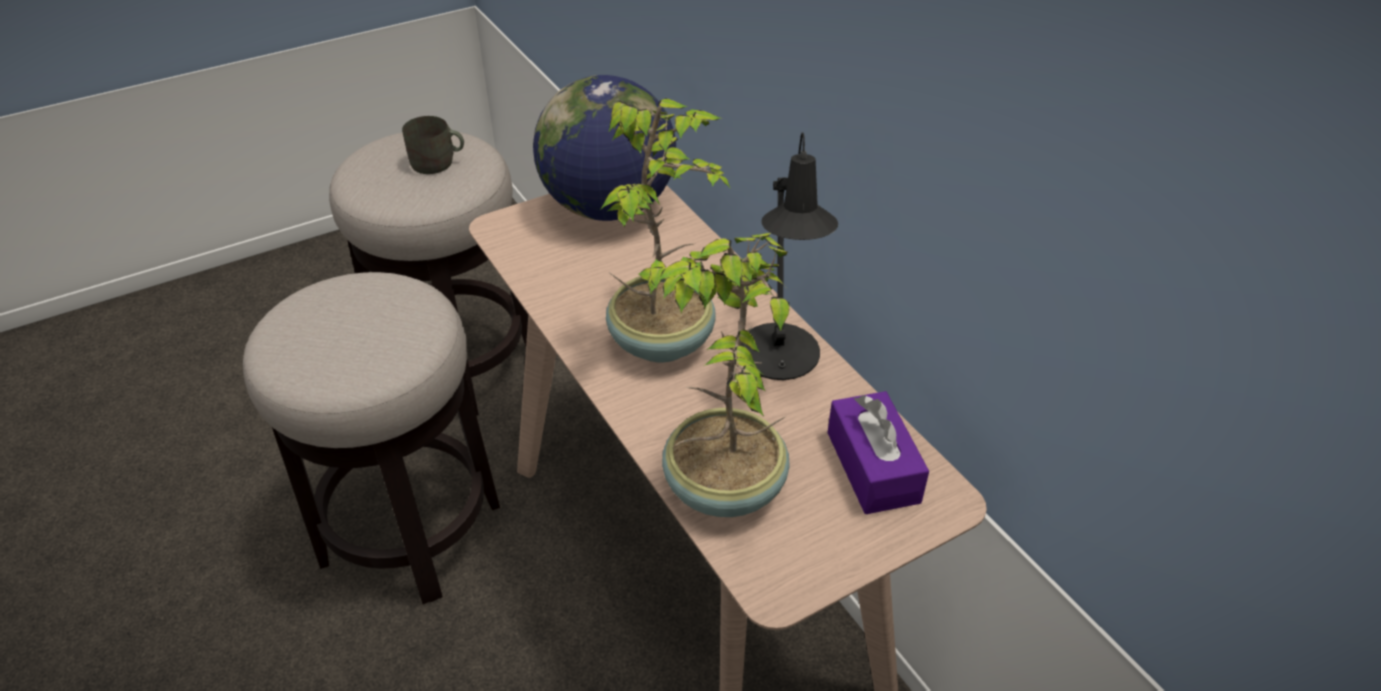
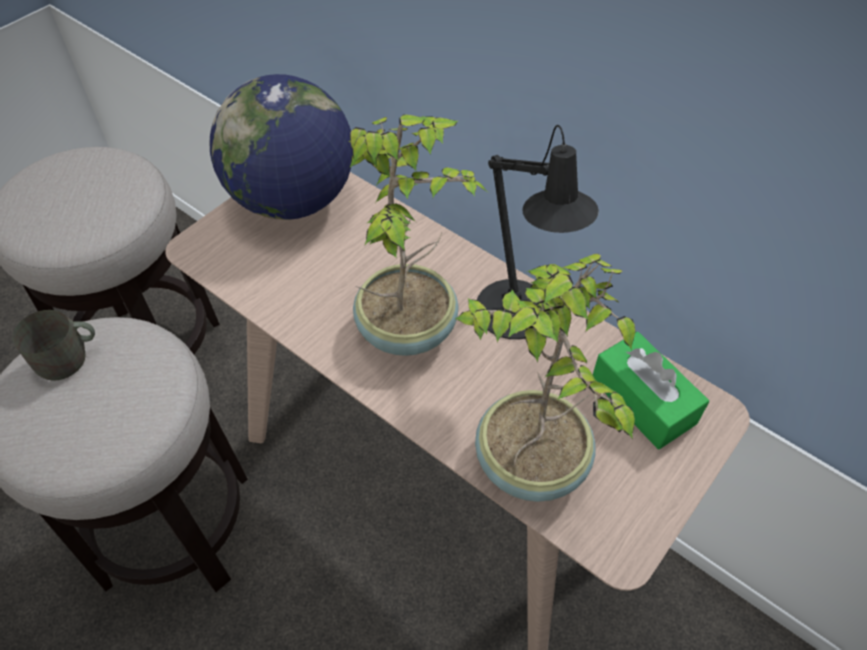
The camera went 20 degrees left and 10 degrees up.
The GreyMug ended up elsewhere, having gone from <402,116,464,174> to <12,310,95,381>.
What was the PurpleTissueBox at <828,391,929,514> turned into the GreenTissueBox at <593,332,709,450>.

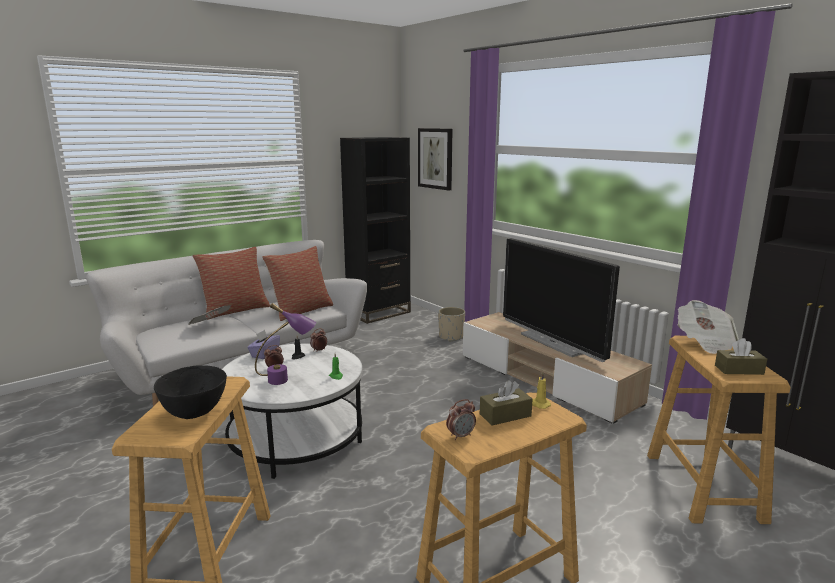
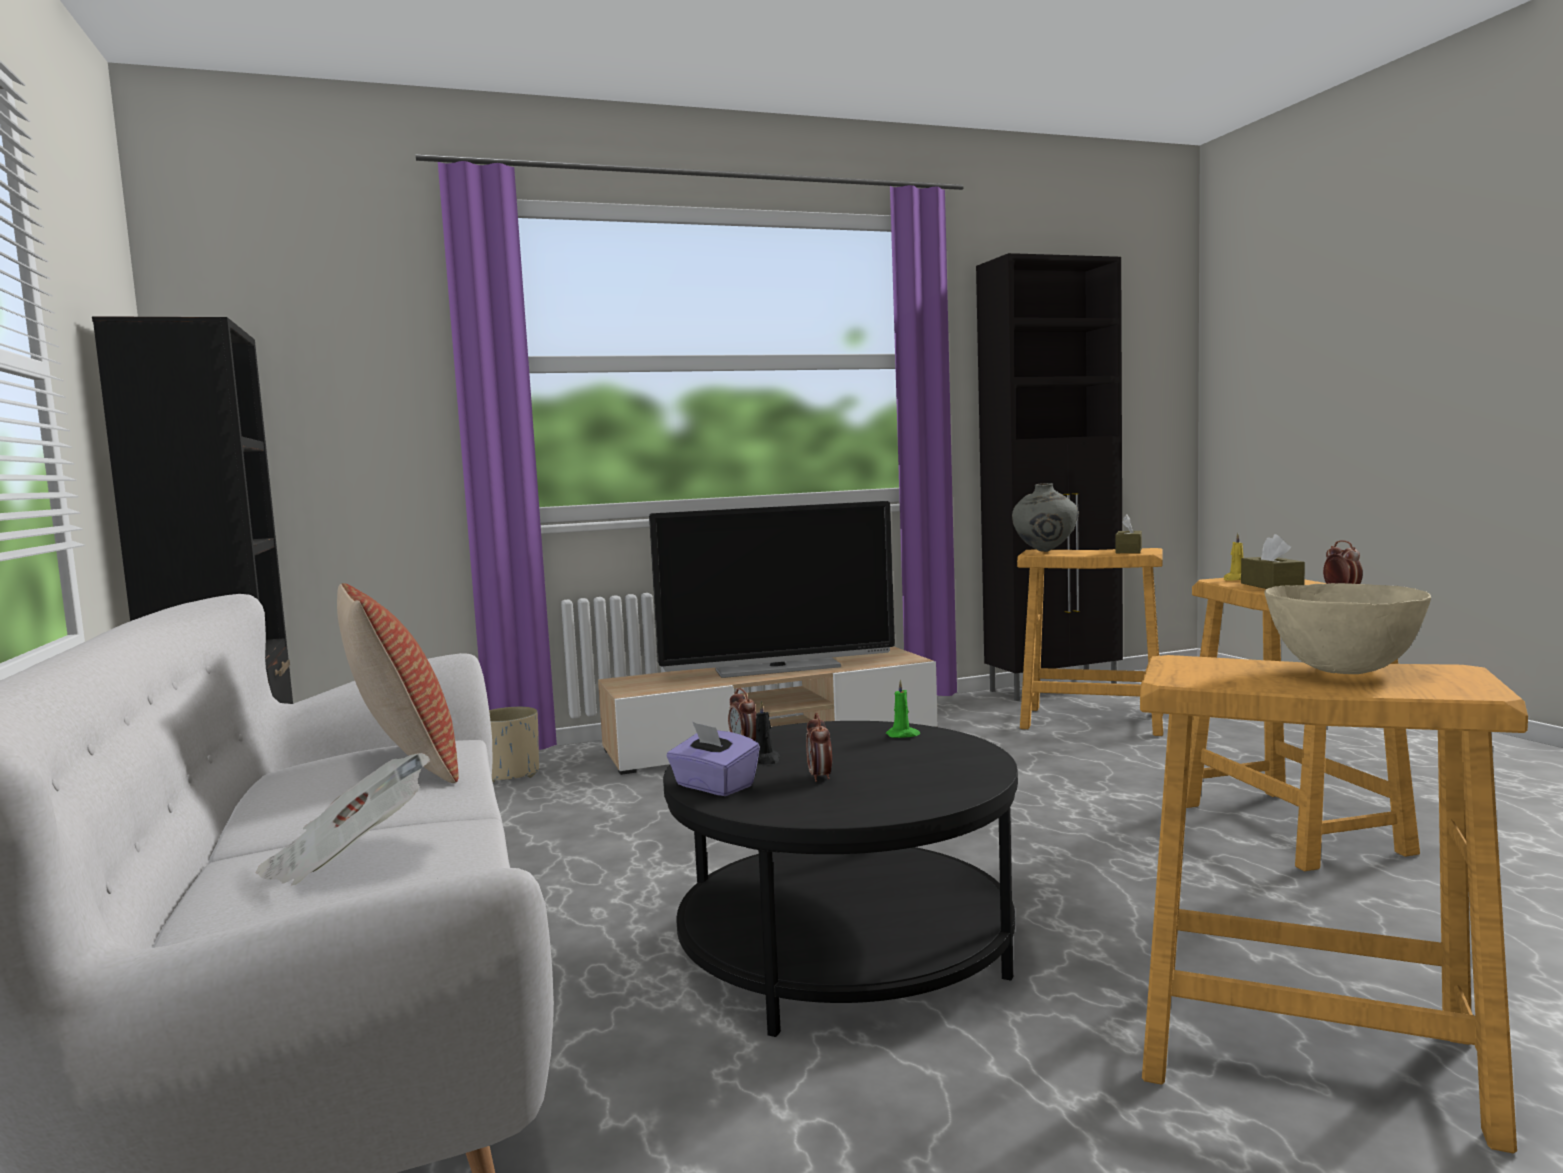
The camera went 70 degrees left and 10 degrees down.
The second view lost the Picture at <418,128,453,191>.
The second view lost the Pillow at <193,247,270,320>.
Where the Newspaper stood at <678,300,739,354>, the GreyVase came to stand at <1012,483,1079,552>.
The second view lost the PurpleTableLamp at <255,303,316,385>.
What was the WhiteCoffeeTable at <222,343,362,479> turned into the BlackCoffeeTable at <663,721,1018,1037>.
What was the BlackBowl at <154,365,227,419> turned into the BeigeBowl at <1264,583,1431,674>.

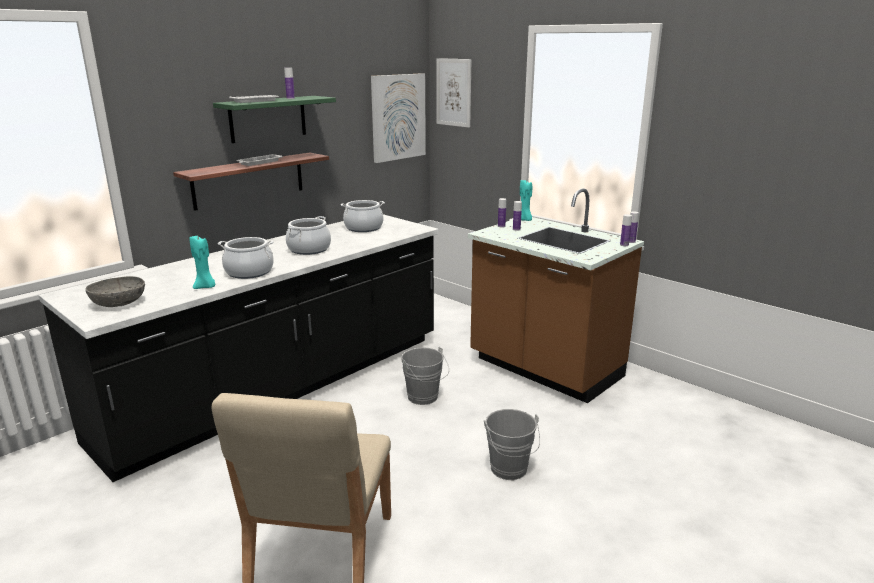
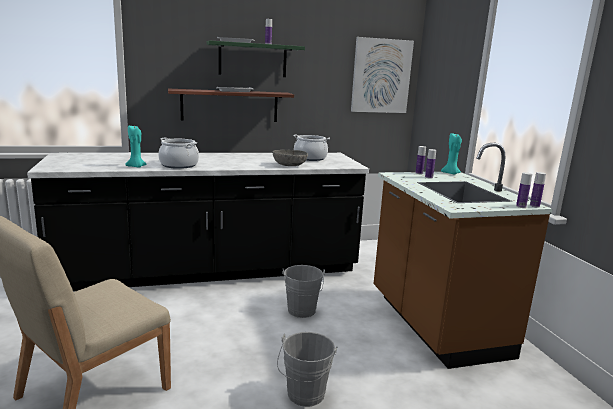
The camera went 30 degrees right and 5 degrees down.
The second view lost the Picture at <437,58,471,128>.
The second view lost the CookingPot at <286,216,331,255>.
The GreyBowl ended up elsewhere, having gone from <85,276,145,307> to <273,150,308,166>.

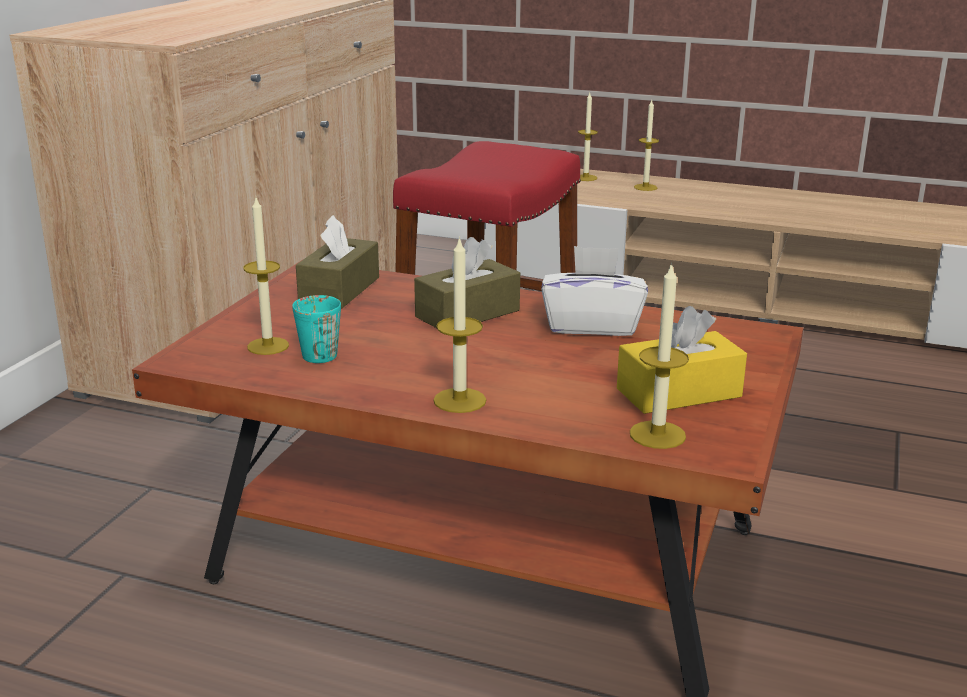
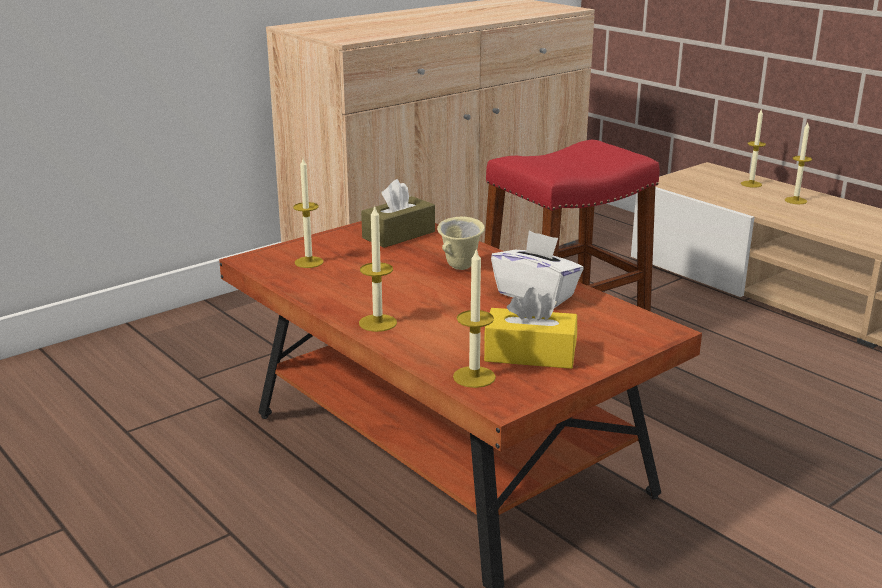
The camera went 30 degrees right and 0 degrees up.
Where the BrownTissueBox stood at <414,237,520,328>, the BeigeMug came to stand at <437,217,485,270>.
The second view lost the TurquoiseMug at <292,295,341,363>.

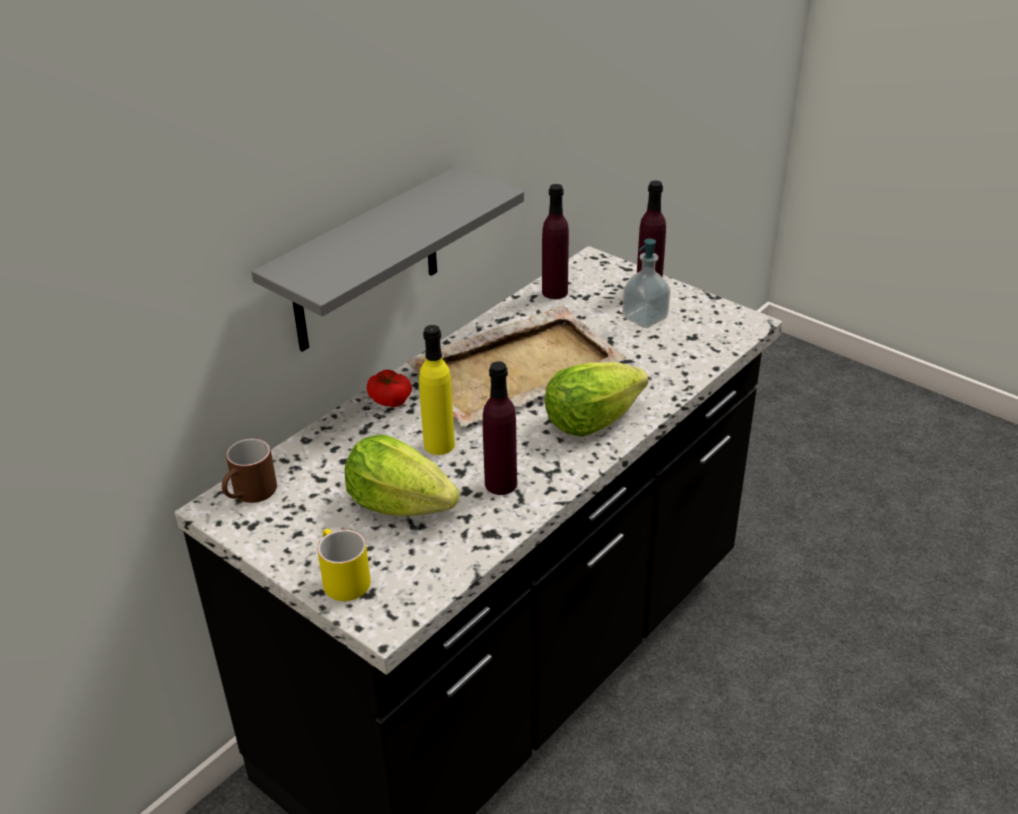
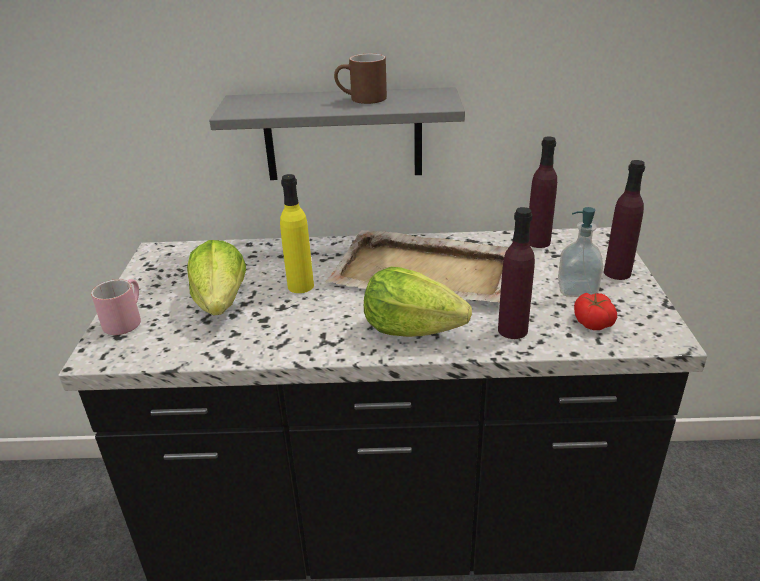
The camera went 50 degrees right and 5 degrees down.
The PurpleBottle ended up elsewhere, having gone from <483,361,517,495> to <498,207,535,339>.
The Tomato ended up elsewhere, having gone from <367,370,412,407> to <574,293,617,330>.
The BrownMug ended up elsewhere, having gone from <222,438,277,503> to <334,54,387,104>.
What was the YellowMug at <317,529,371,601> turned into the PinkMug at <91,279,141,335>.

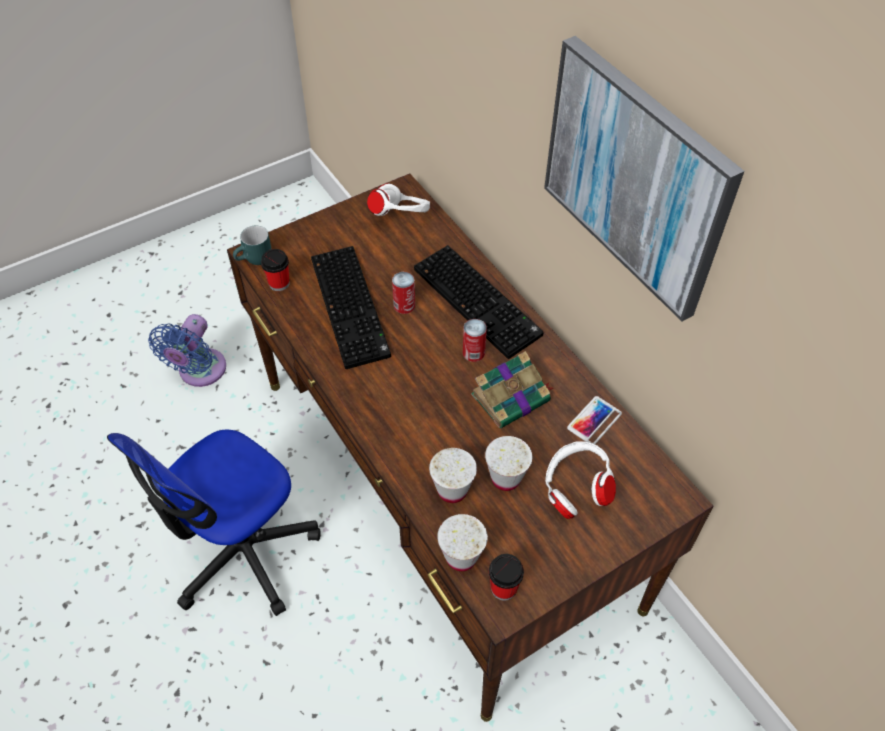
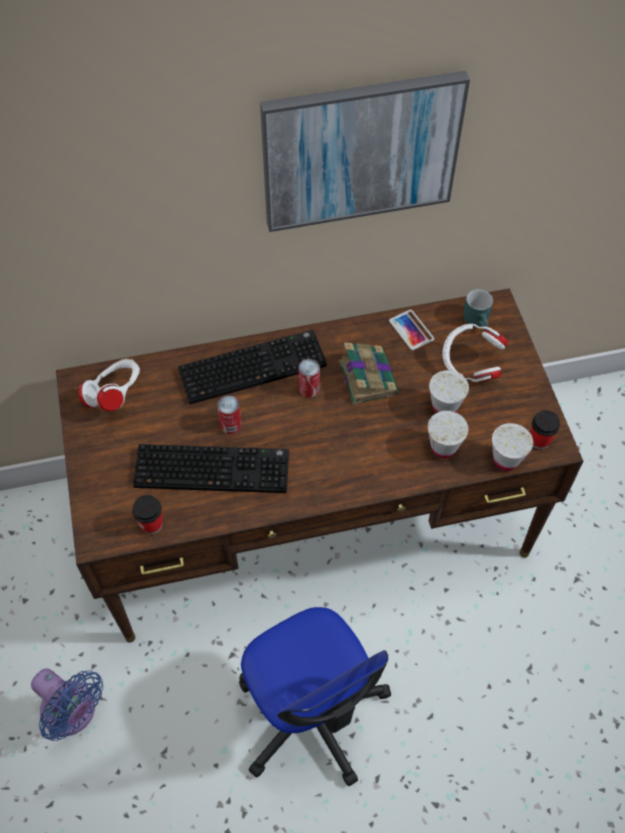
The camera went 70 degrees left and 5 degrees up.
The TurquoiseMug ended up elsewhere, having gone from <233,226,271,265> to <463,289,493,330>.

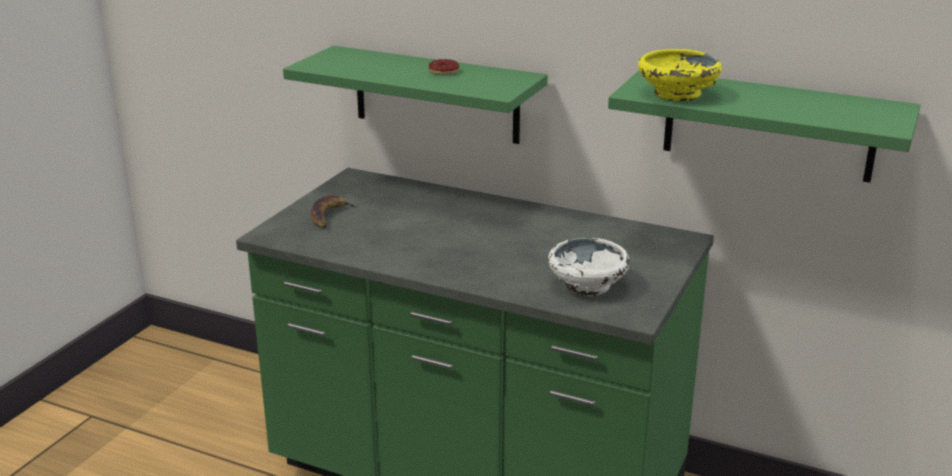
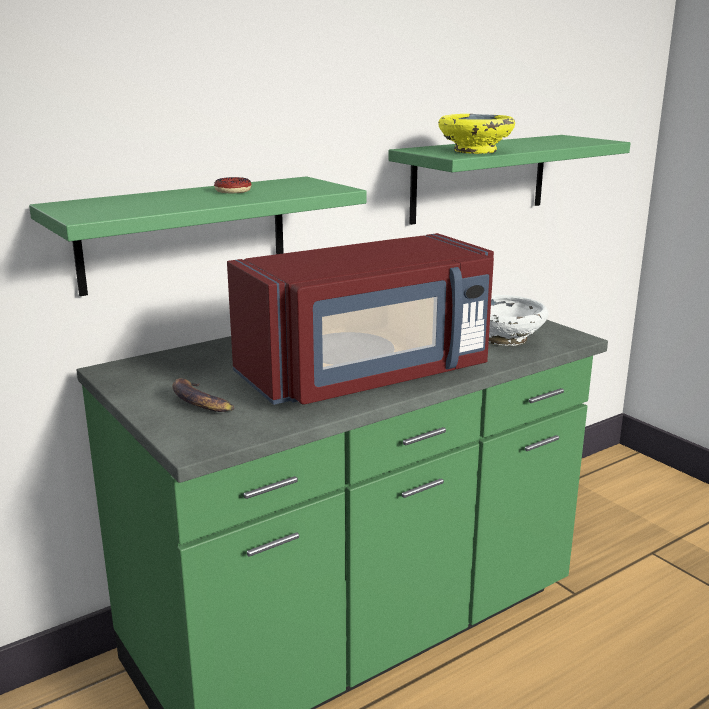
The camera went 60 degrees left and 5 degrees down.
The second view gained the RedMicrowave at <227,233,494,405>.

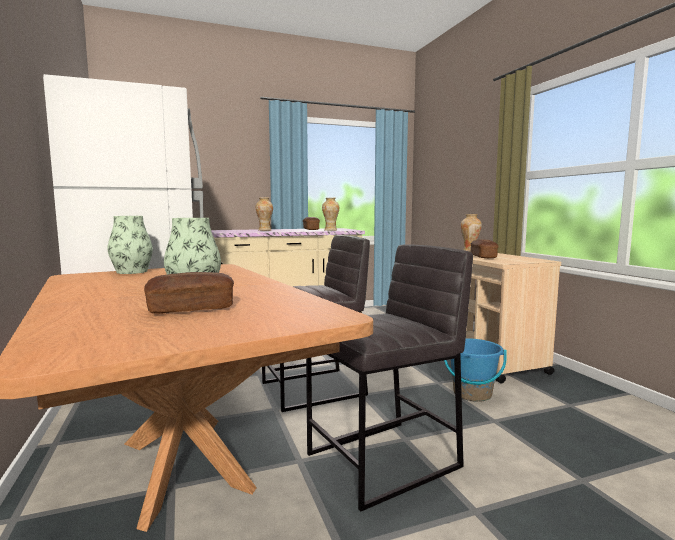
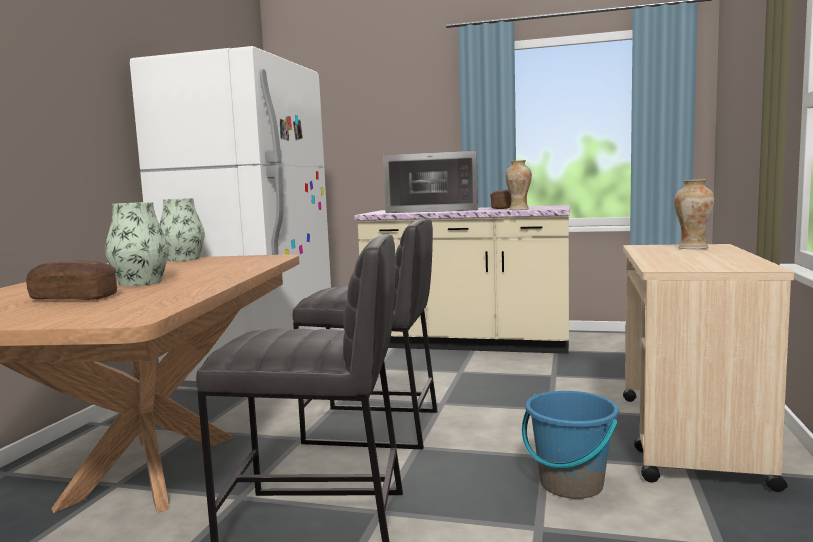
The camera went 35 degrees right and 0 degrees up.
Where the Vase stood at <256,198,273,231>, the Microwave came to stand at <383,151,478,213>.
The second view lost the Bread at <471,239,498,258>.

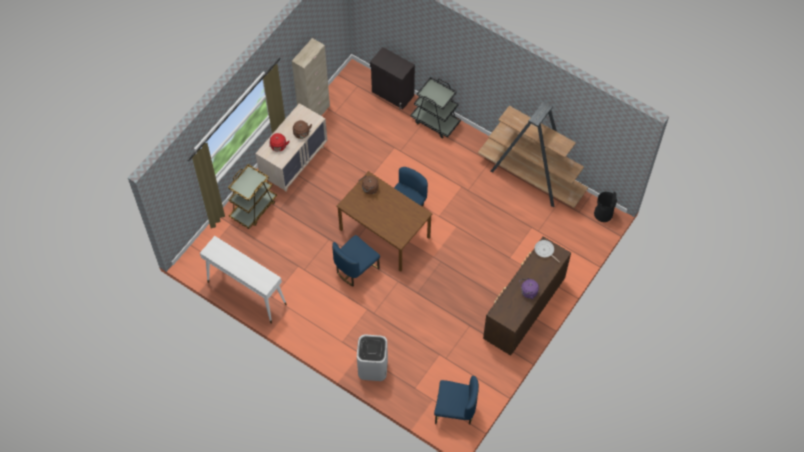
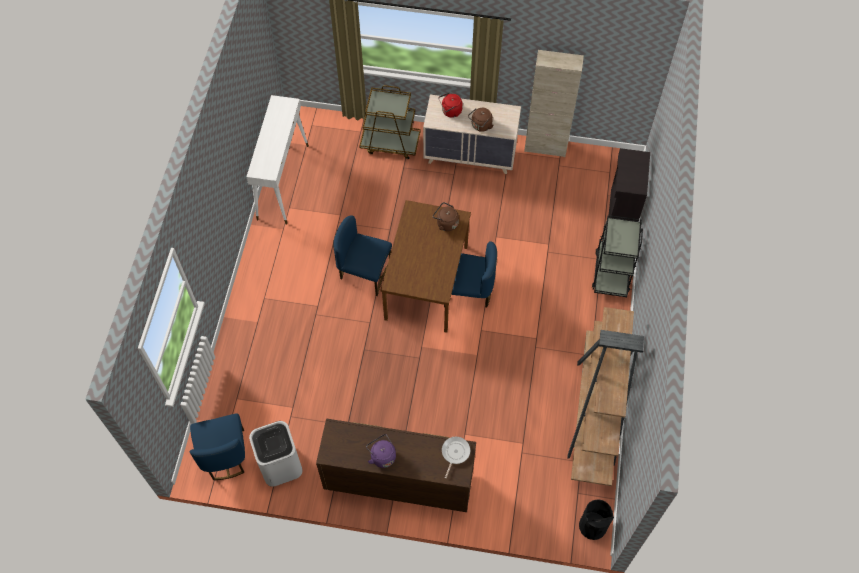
The camera went 65 degrees right and 0 degrees up.
The WhiteTrashCan ended up elsewhere, having gone from <357,334,388,381> to <249,421,302,487>.

